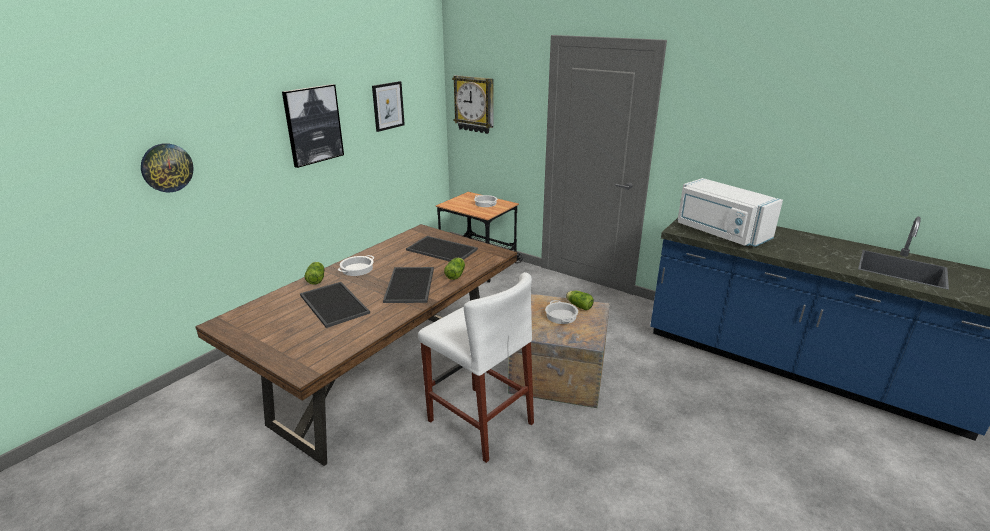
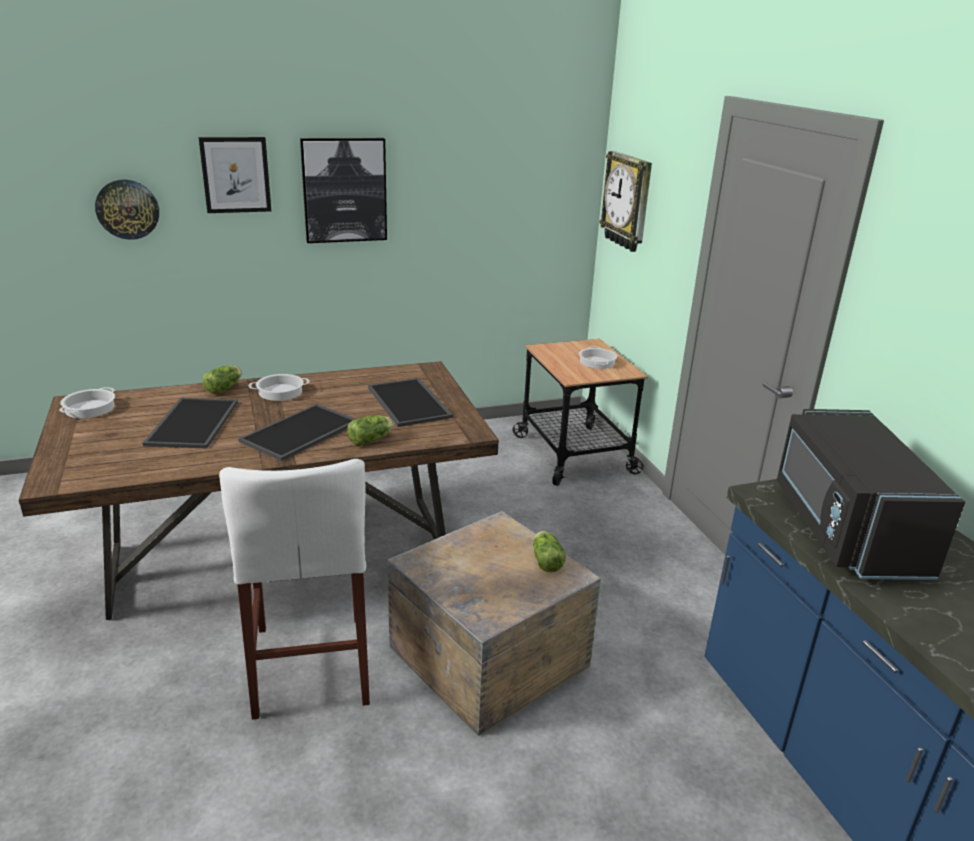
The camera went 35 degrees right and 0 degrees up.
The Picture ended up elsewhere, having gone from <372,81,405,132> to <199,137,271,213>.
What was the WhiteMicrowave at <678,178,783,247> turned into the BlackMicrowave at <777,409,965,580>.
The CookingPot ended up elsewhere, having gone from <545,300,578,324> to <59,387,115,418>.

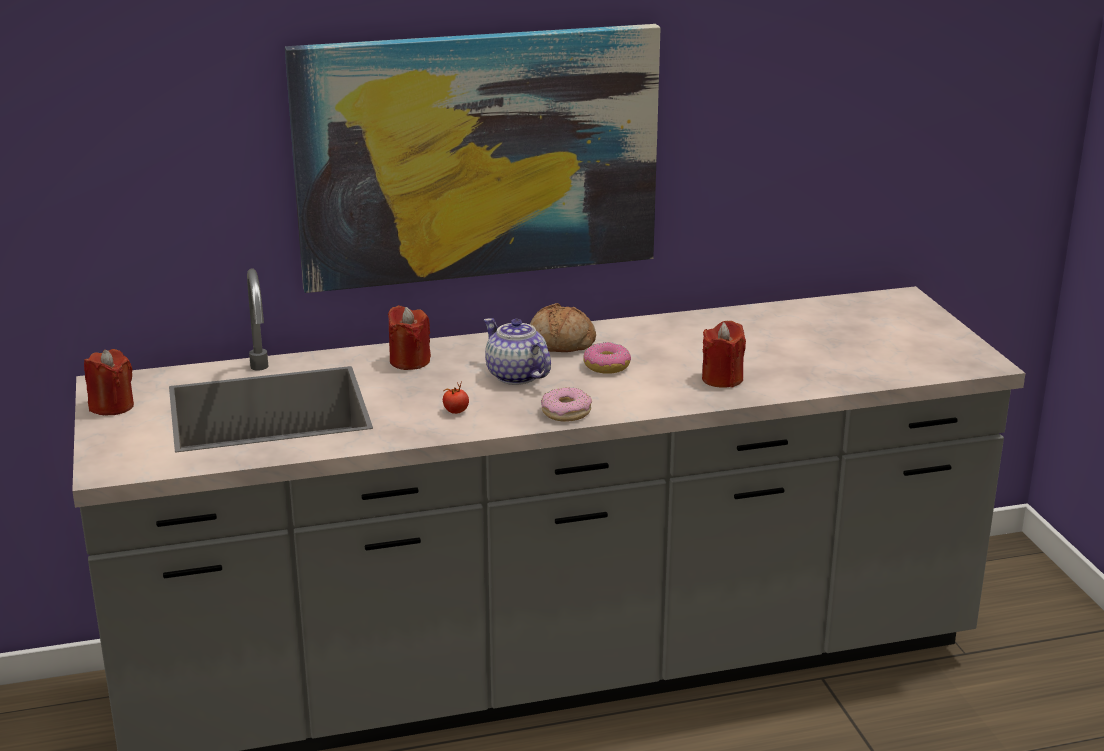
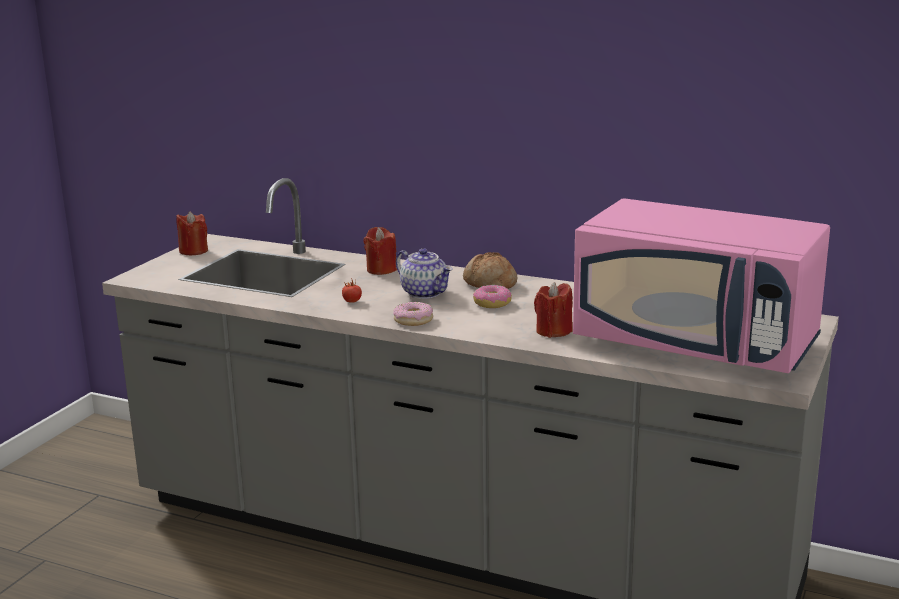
The camera went 40 degrees right and 5 degrees down.
The second view lost the Picture at <285,24,661,293>.
The Teapot at <484,318,551,385> ended up facing another way, 135 degrees clockwise from before.
The second view gained the PinkMicrowave at <573,198,830,373>.

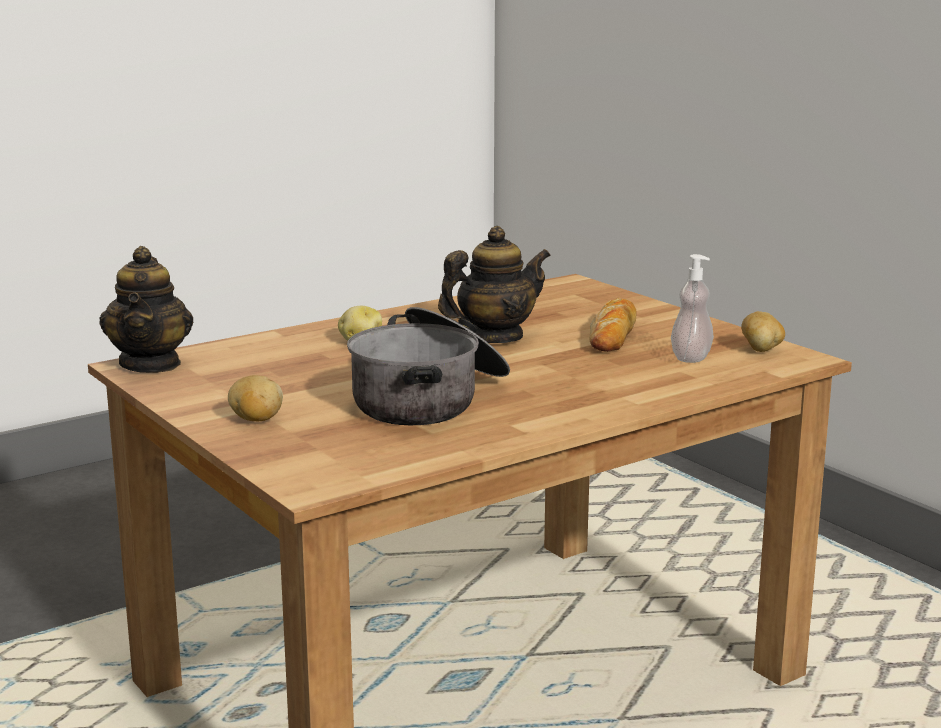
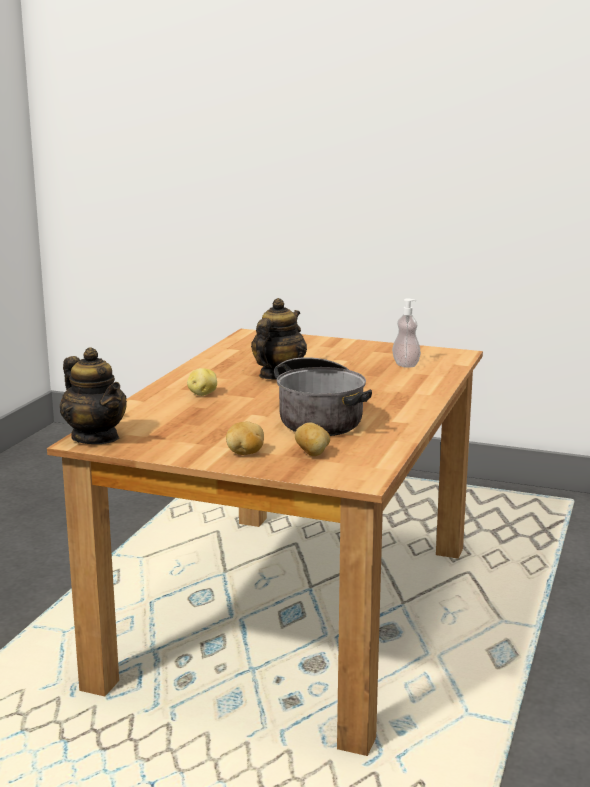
The camera went 35 degrees left and 0 degrees up.
The second view lost the Bread at <590,297,636,352>.
The Potato ended up elsewhere, having gone from <741,311,785,352> to <295,422,330,456>.

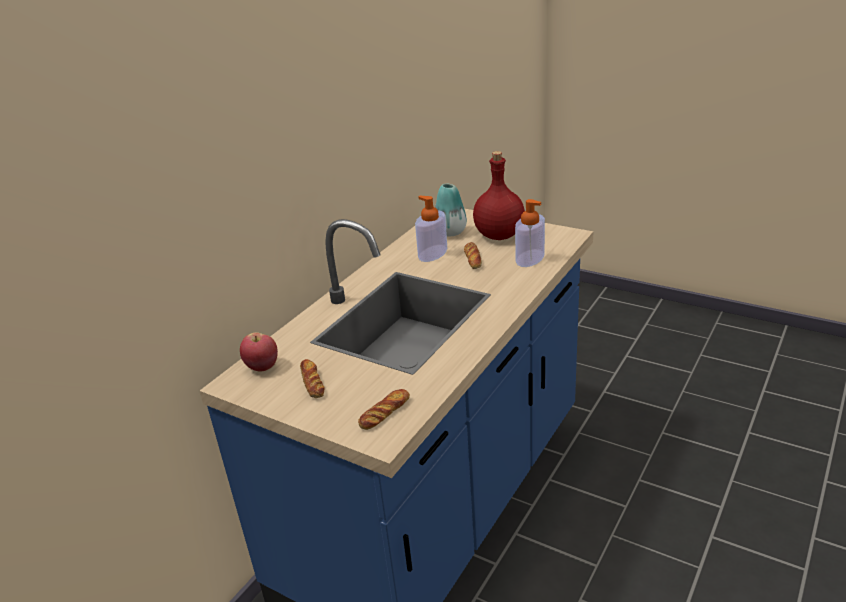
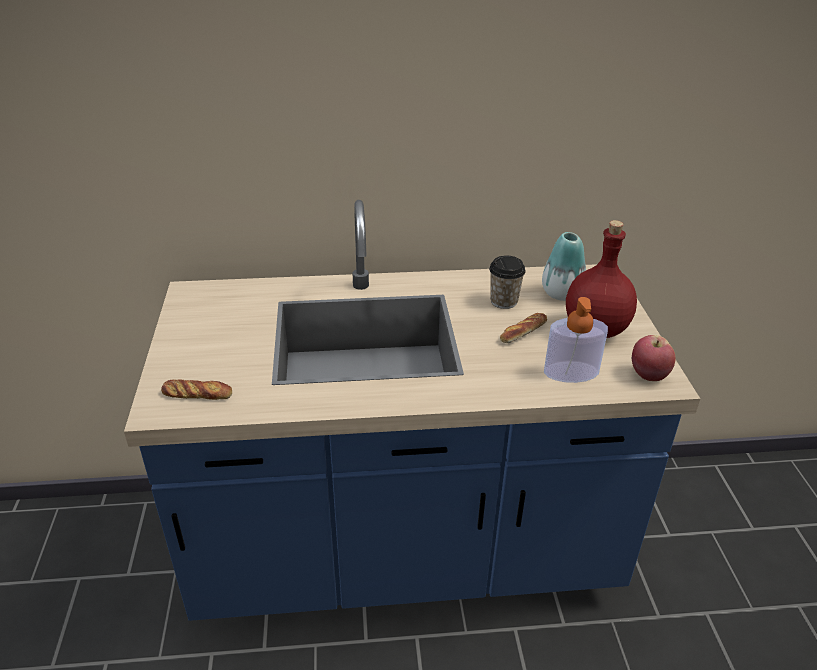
The camera went 50 degrees right and 5 degrees up.
Where the SoapDispenser stood at <415,196,447,262>, the Cup came to stand at <489,256,526,309>.
The Apple ended up elsewhere, having gone from <240,332,278,371> to <632,335,676,381>.
The second view lost the Bread at <300,359,325,398>.

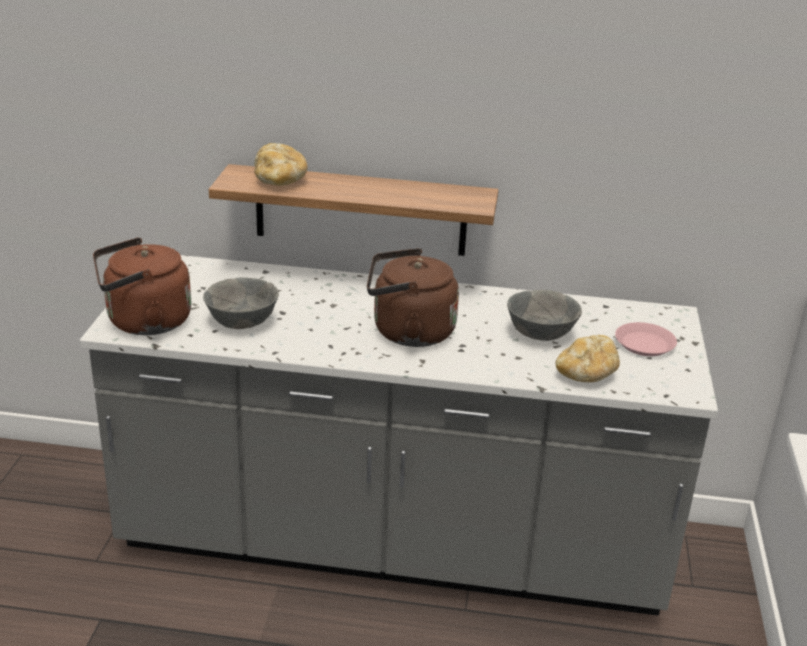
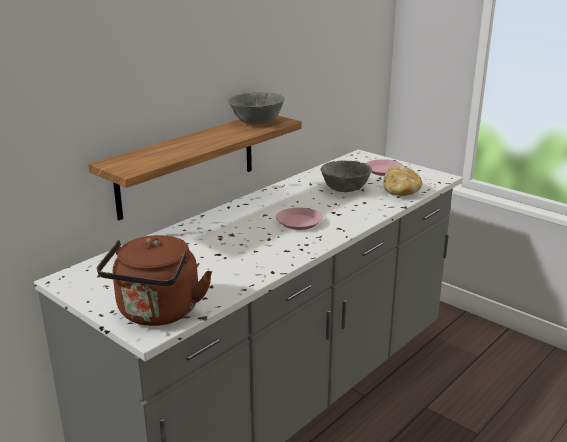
The camera went 55 degrees left and 5 degrees down.
The second view lost the Bread at <254,143,308,186>.
Where the BrownKettle stood at <367,248,459,347>, the PinkPlate came to stand at <276,207,323,230>.
The GreyBowl ended up elsewhere, having gone from <203,278,279,329> to <228,92,285,124>.

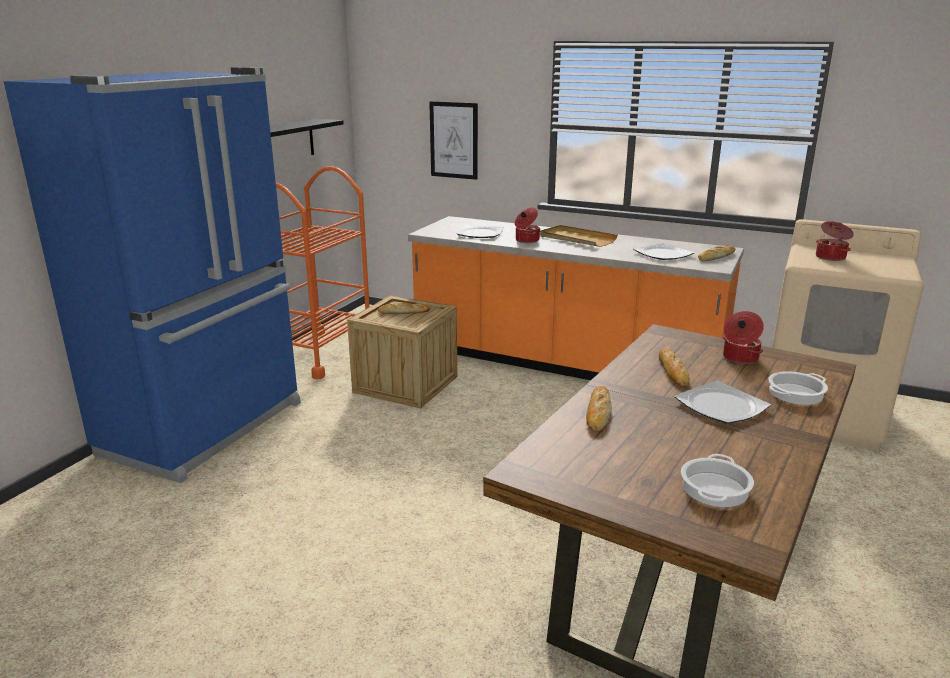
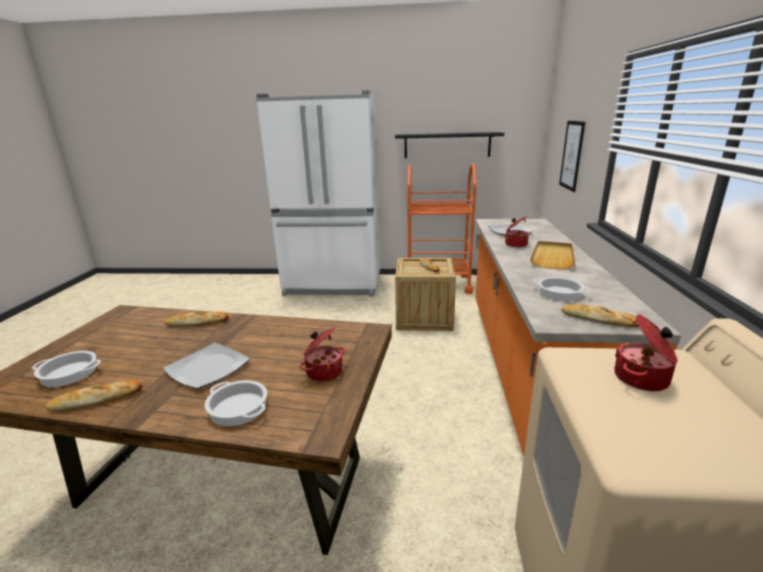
The camera went 70 degrees right and 0 degrees up.
What was the BlueFridge at <3,67,301,483> turned into the WhiteFridge at <256,90,380,297>.
Where the Plate stood at <633,243,695,260>, the CookingPot came to stand at <533,277,591,301>.
The Bread ended up elsewhere, having gone from <659,349,690,386> to <45,380,143,411>.

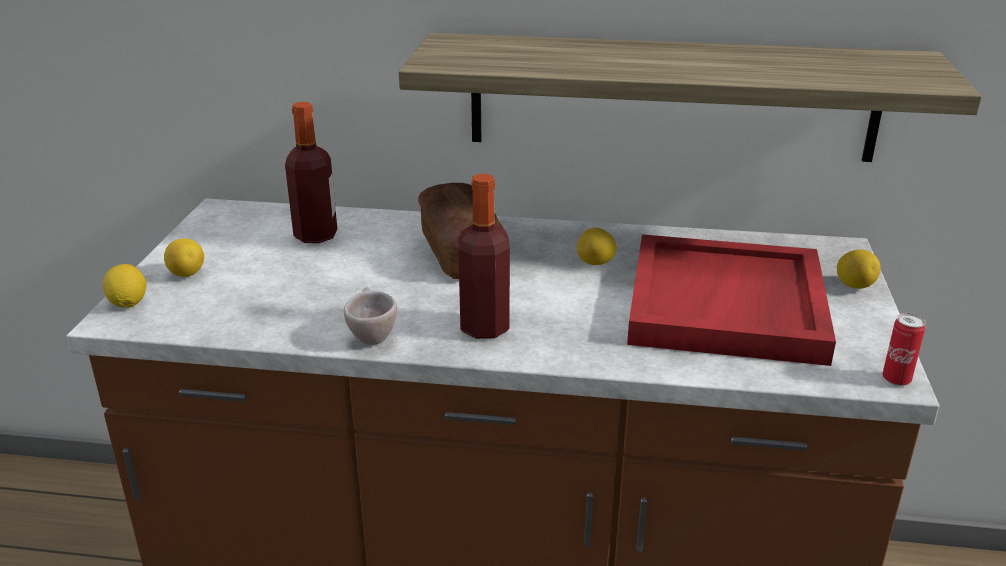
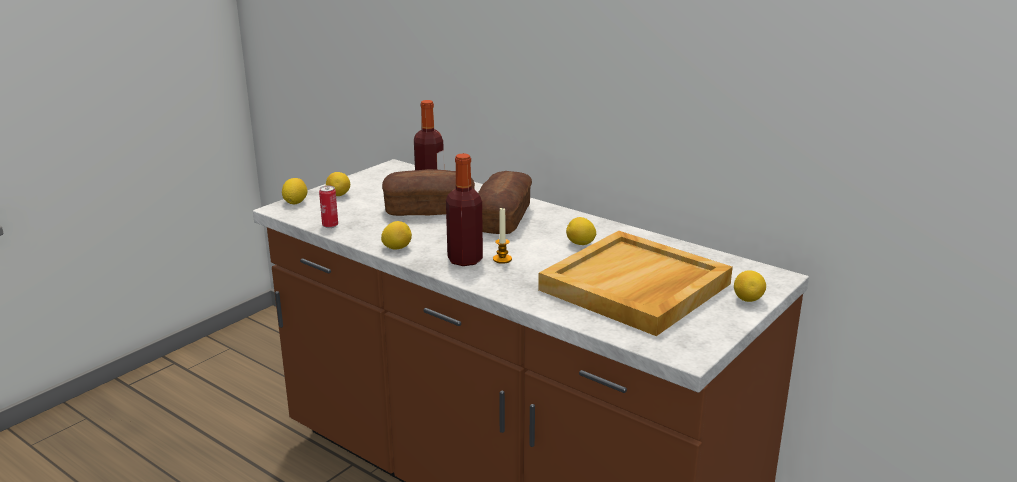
The camera went 30 degrees right and 5 degrees down.
The second view lost the Shelf at <399,33,982,162>.
What was the RedTray at <627,234,836,366> turned into the BeigeTray at <538,231,733,336>.
Where the BeigeCup stood at <344,287,397,345>, the Lemon came to stand at <381,221,412,250>.
The Can ended up elsewhere, having gone from <882,313,926,386> to <319,185,338,228>.
The second view gained the Bread at <382,169,475,216>.
The second view gained the Candle at <493,207,512,264>.

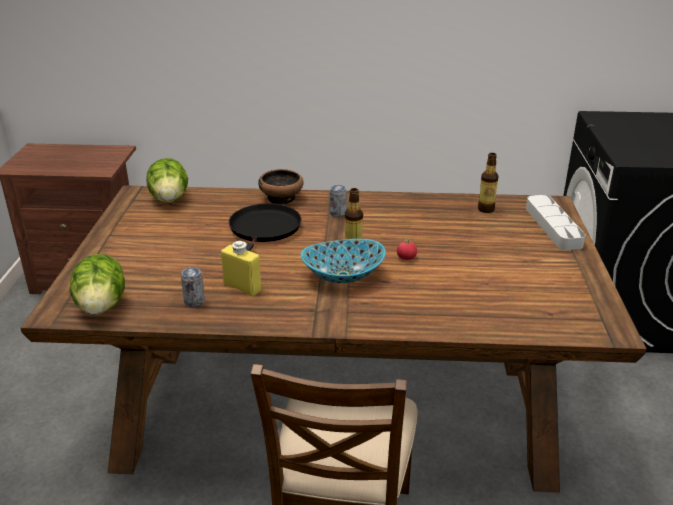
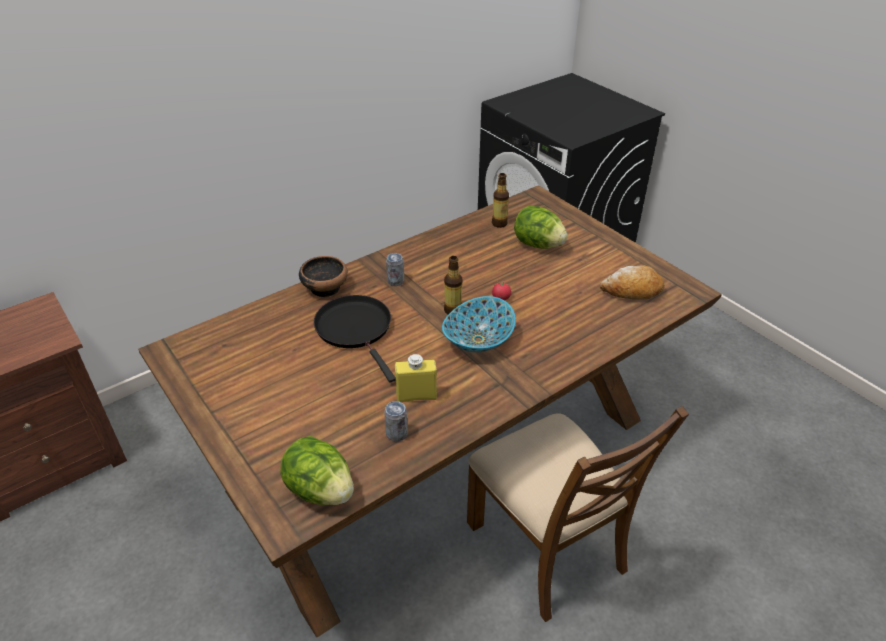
The camera went 40 degrees left and 10 degrees up.
The Lettuce ended up elsewhere, having gone from <146,158,188,202> to <514,205,568,249>.
The second view lost the GreyTray at <526,195,586,250>.
The second view gained the Bread at <600,265,665,299>.

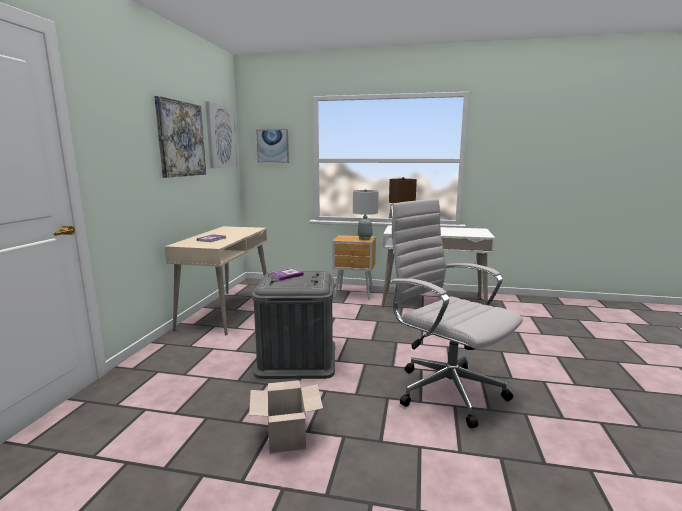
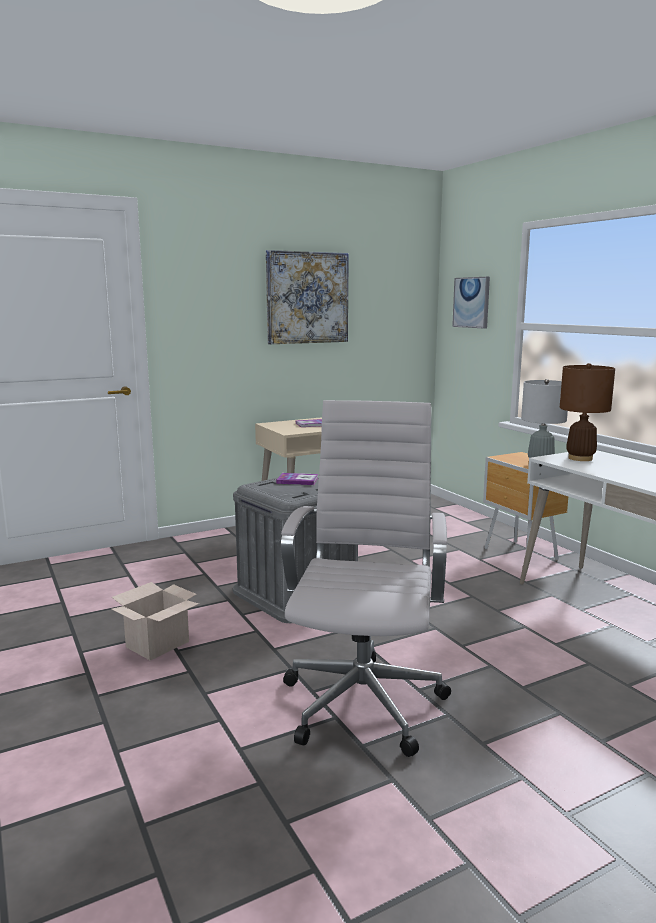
The camera went 50 degrees right and 0 degrees up.
The second view lost the Picture at <205,101,237,168>.

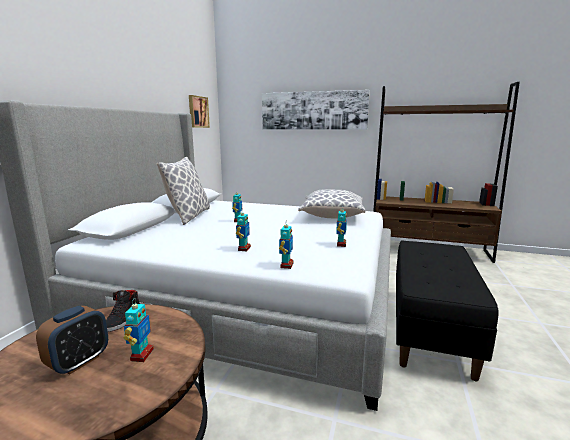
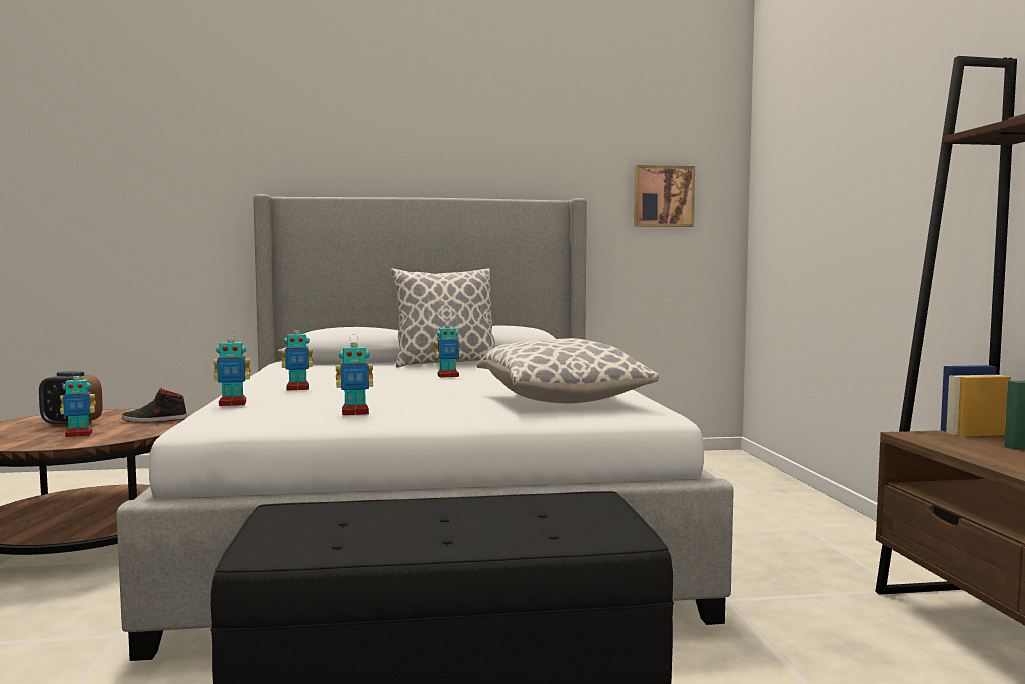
The camera went 65 degrees right and 10 degrees down.
The second view lost the Picture at <262,90,370,130>.

